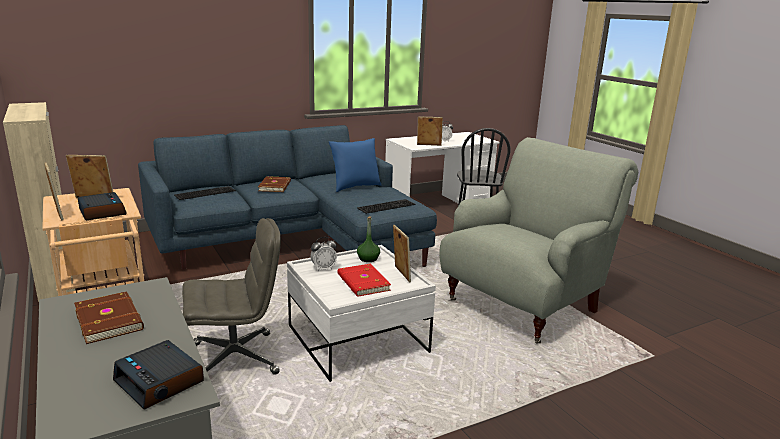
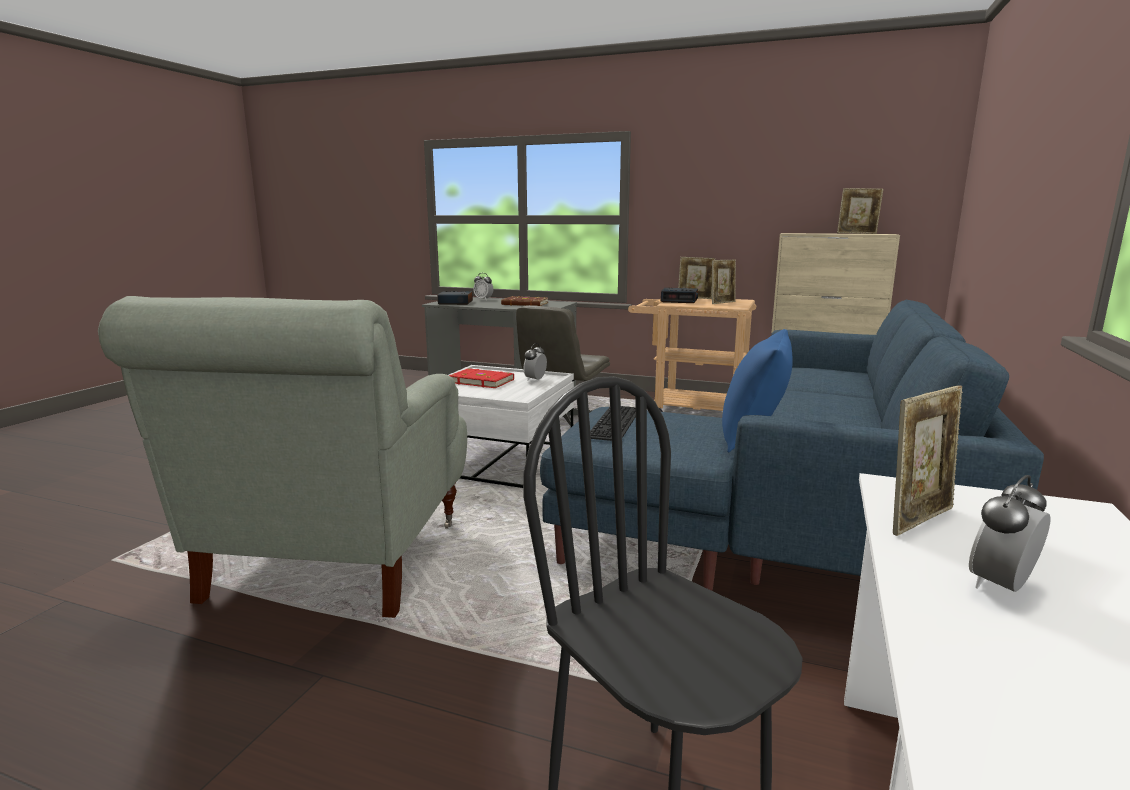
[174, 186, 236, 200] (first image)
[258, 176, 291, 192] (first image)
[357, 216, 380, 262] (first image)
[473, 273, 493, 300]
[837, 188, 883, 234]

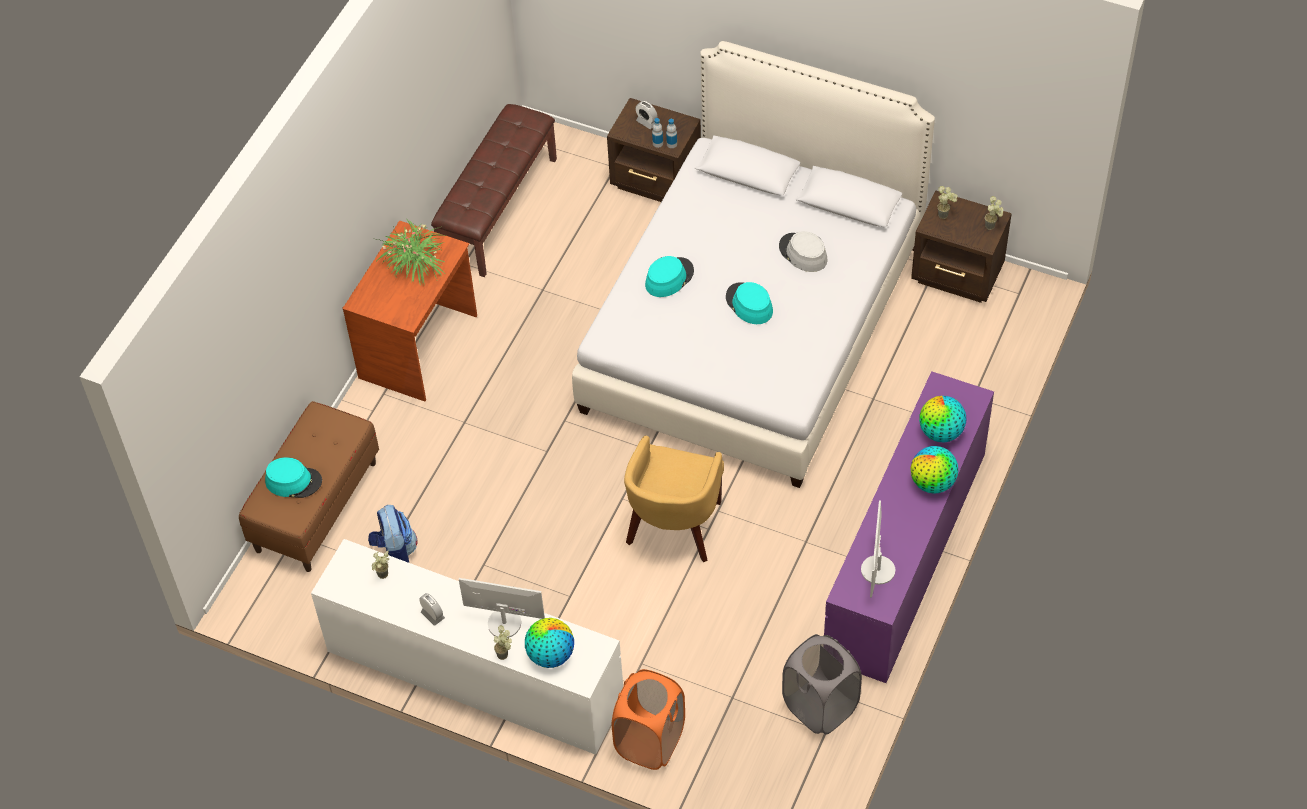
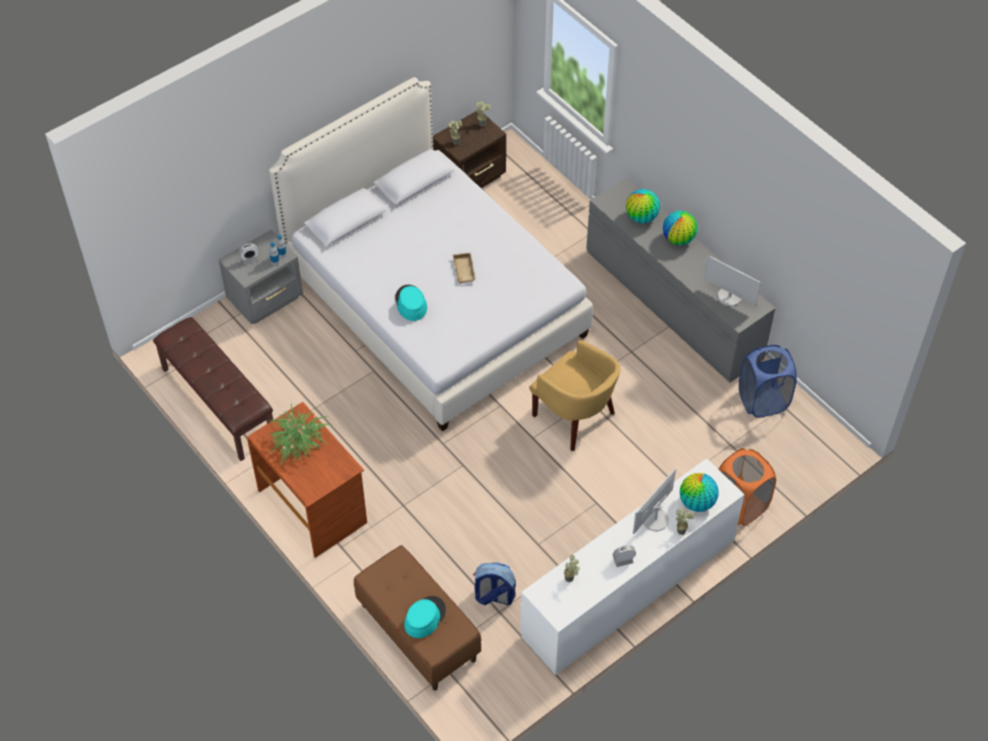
[779, 231, 827, 272] (first image)
[452, 252, 476, 284]
[219, 229, 303, 325]
[739, 345, 797, 418]
[586, 178, 775, 383]

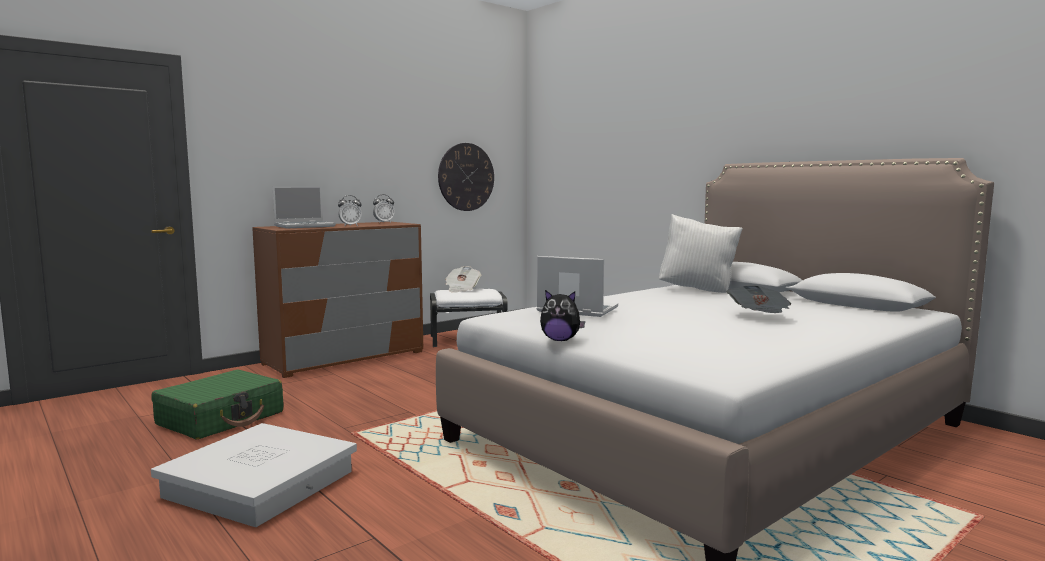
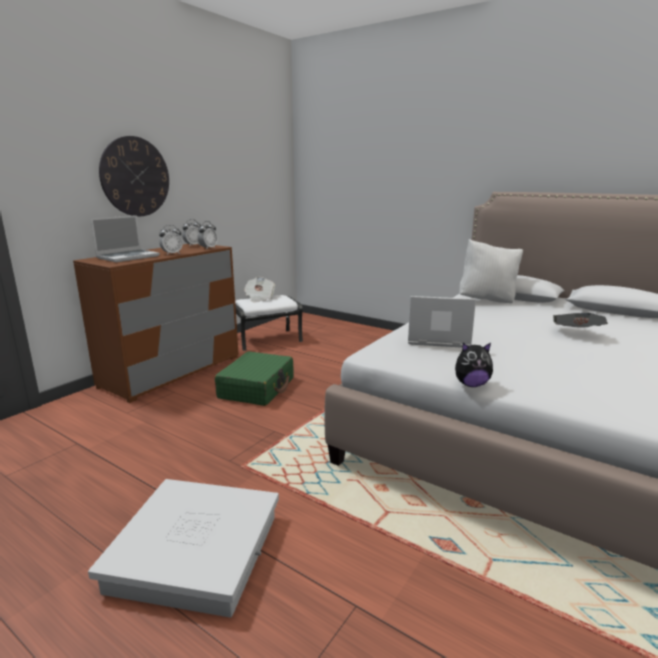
[198, 221, 218, 248]
[215, 351, 294, 406]
[99, 136, 169, 216]

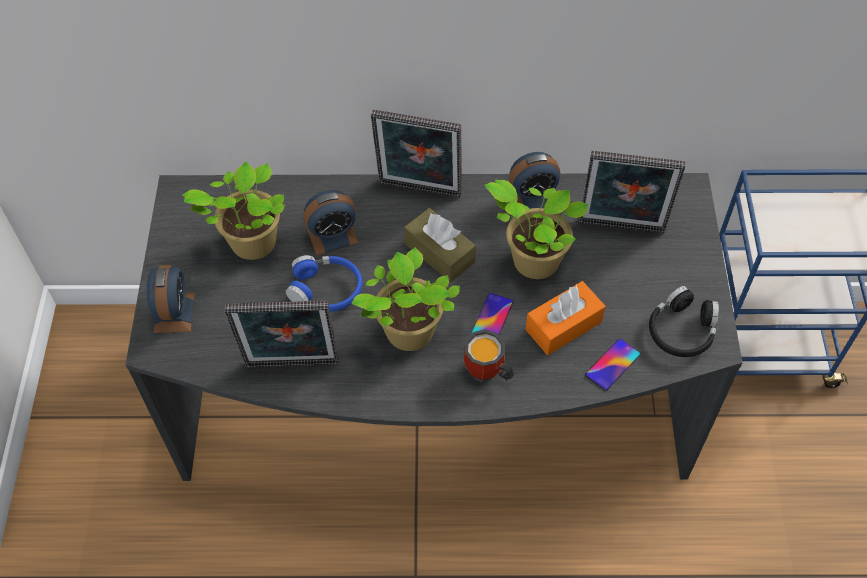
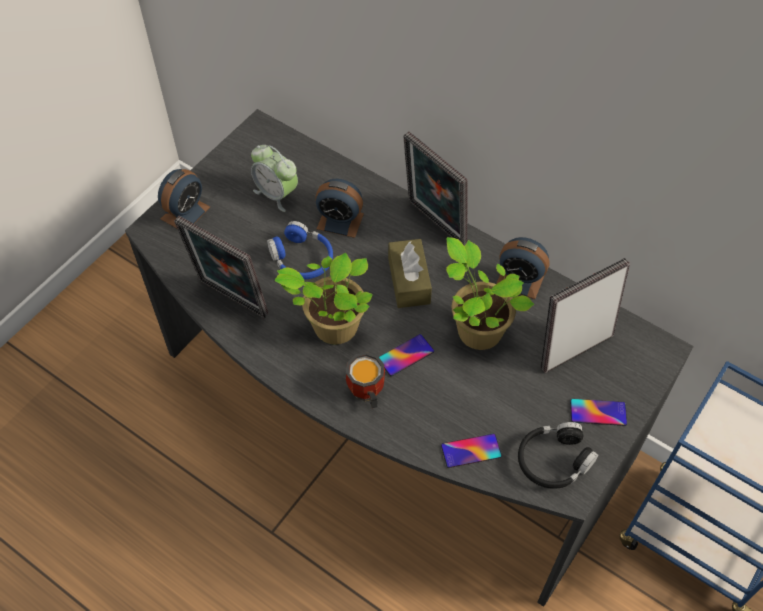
[526, 281, 605, 355] (first image)
[570, 399, 627, 426]
[251, 145, 298, 212]
[540, 258, 630, 373]

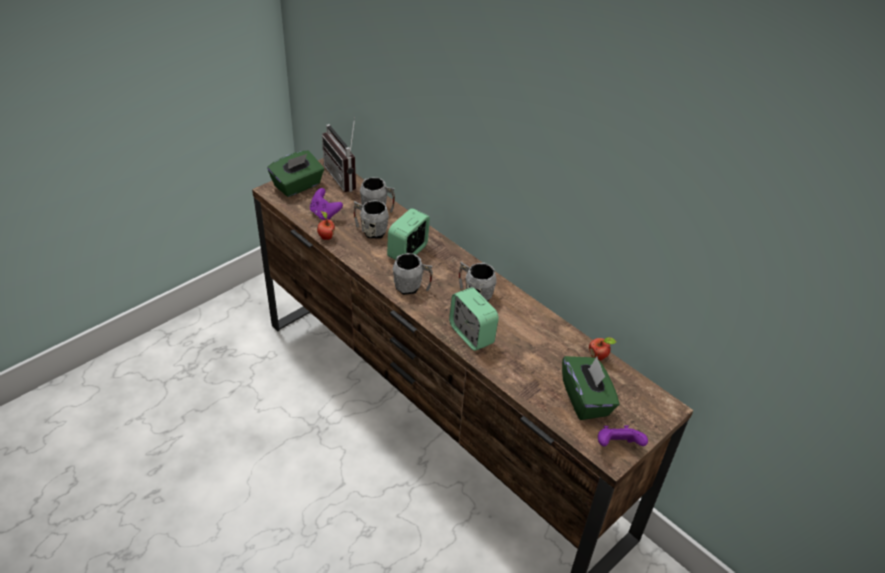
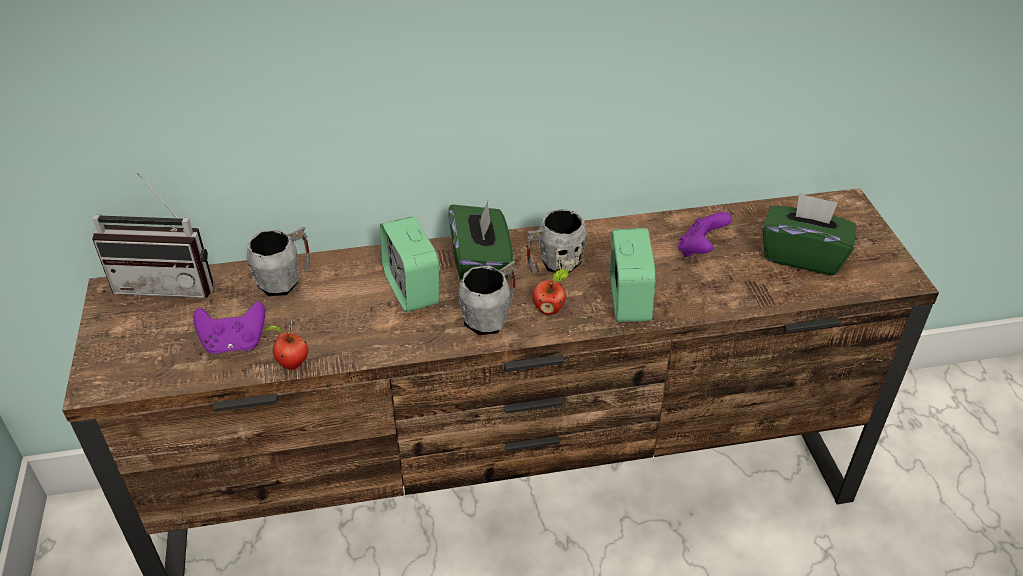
[354, 200, 389, 239] (first image)
[449, 201, 513, 280]
[532, 269, 569, 315]
[678, 212, 732, 257]
[610, 228, 655, 322]

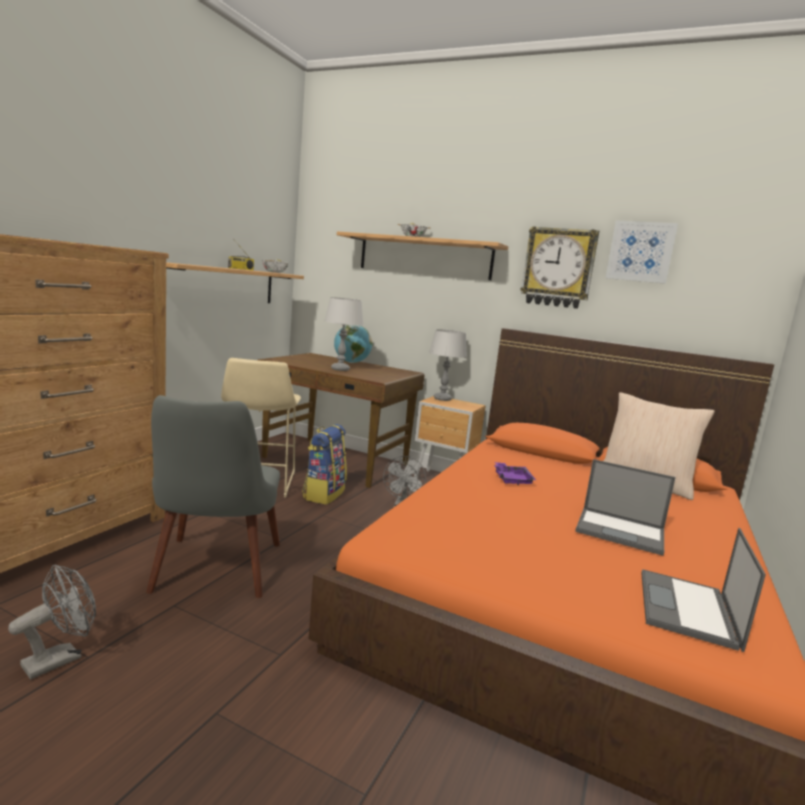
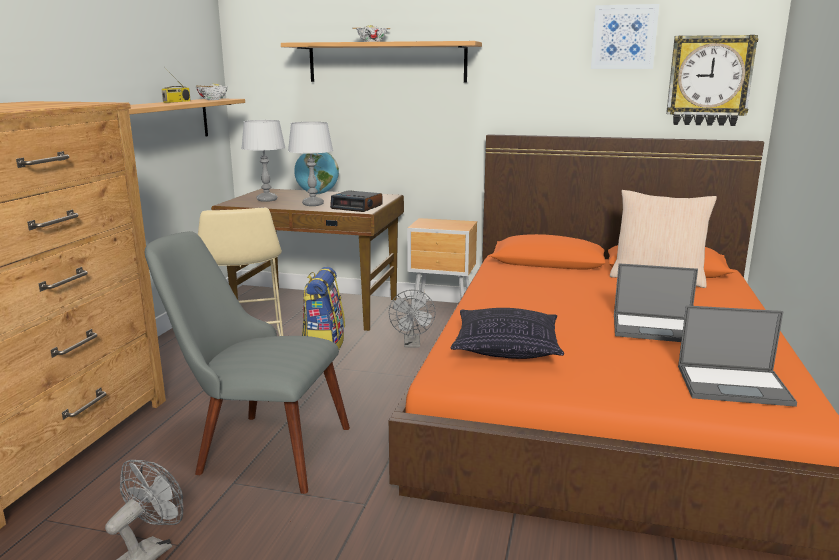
[494, 462, 536, 485] (first image)
[330, 190, 382, 212]
[450, 308, 564, 359]
[241, 120, 286, 202]
[666, 35, 759, 126]
[145, 231, 350, 494]
[678, 305, 797, 407]

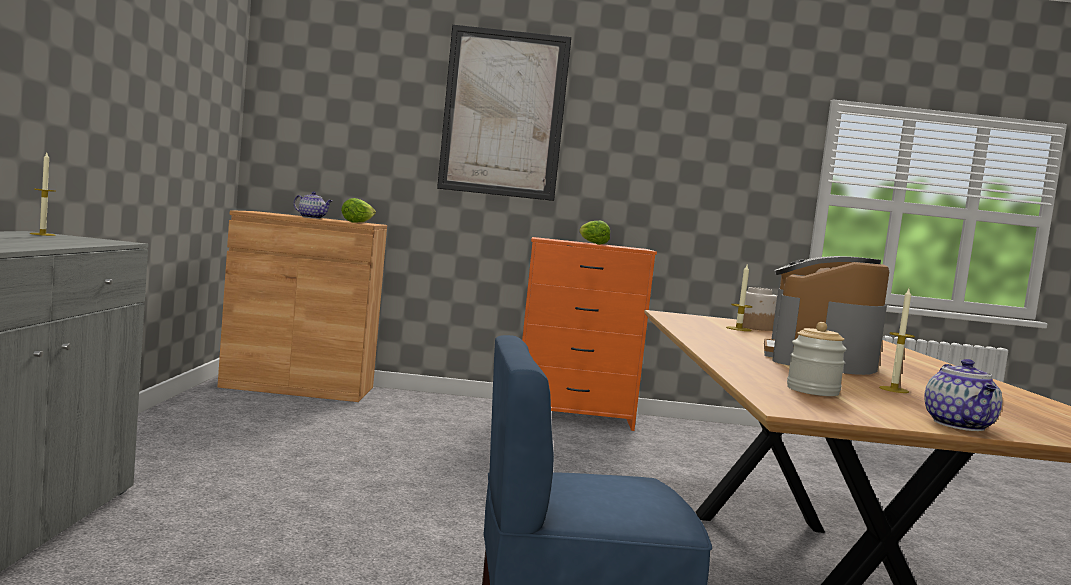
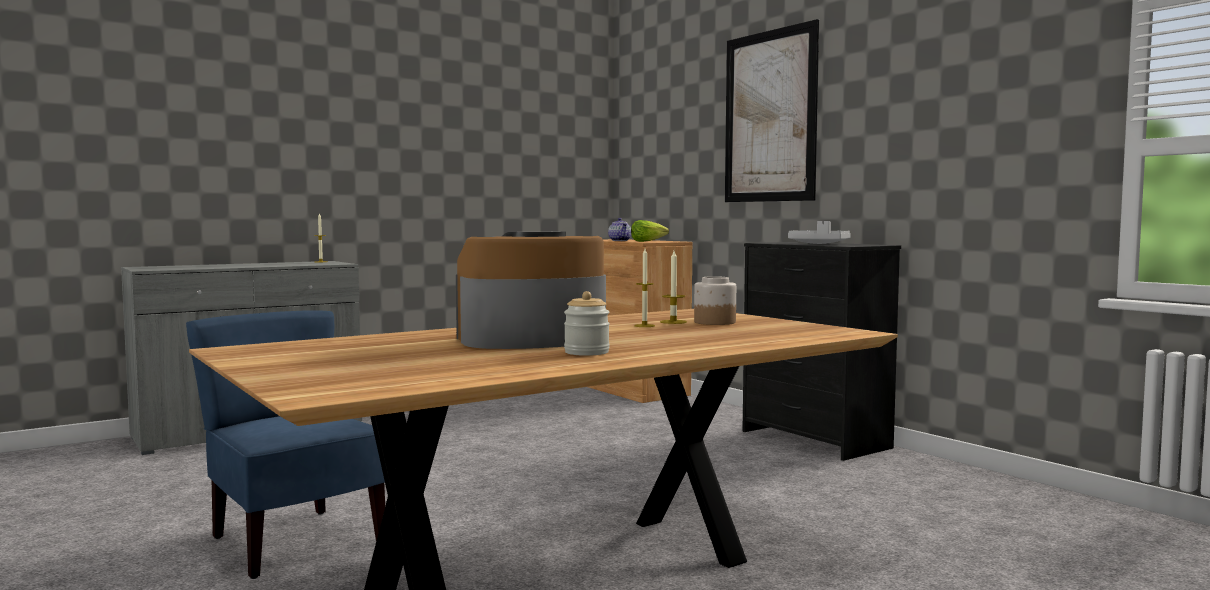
[924, 359, 1002, 431] (first image)
[564, 291, 610, 356]
[634, 249, 655, 327]
[788, 221, 851, 244]
[742, 242, 901, 461]

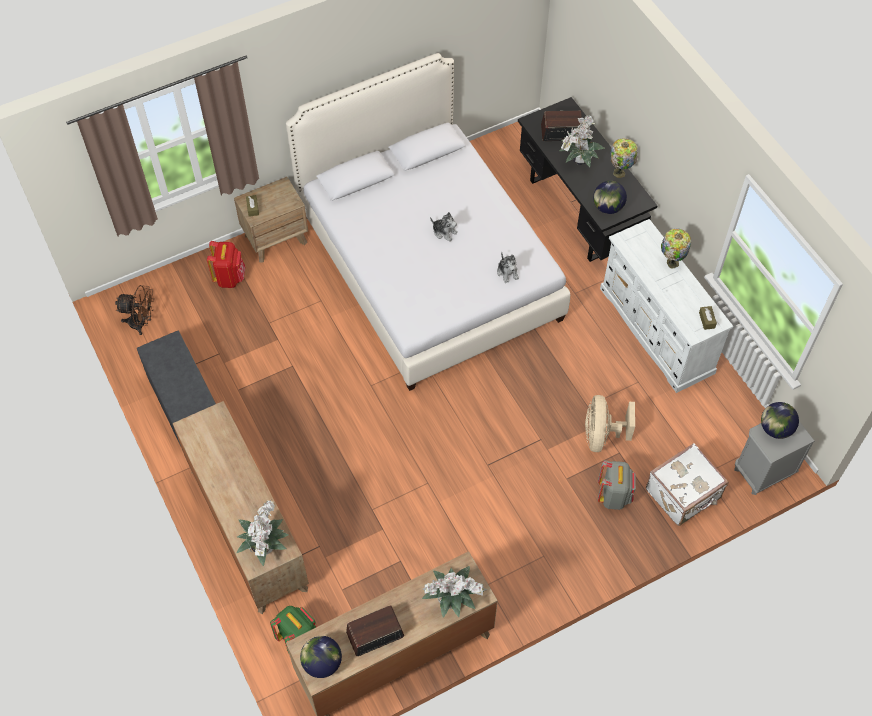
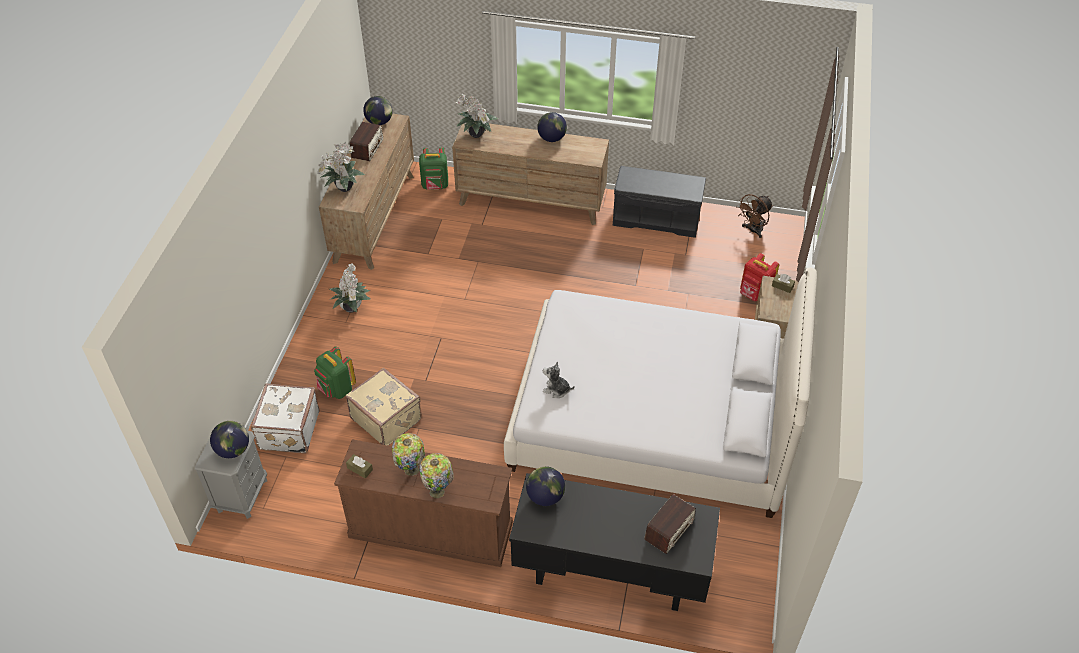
[430, 212, 458, 242] (first image)
[537, 112, 567, 142]
[329, 263, 371, 313]
[392, 433, 425, 476]
[346, 368, 422, 446]
[314, 346, 356, 399]
[334, 439, 513, 567]

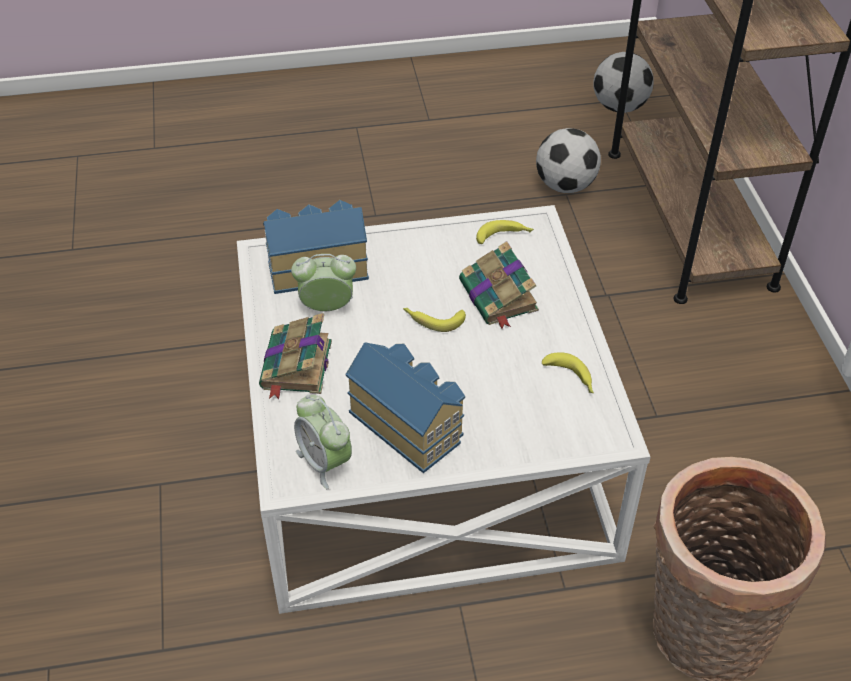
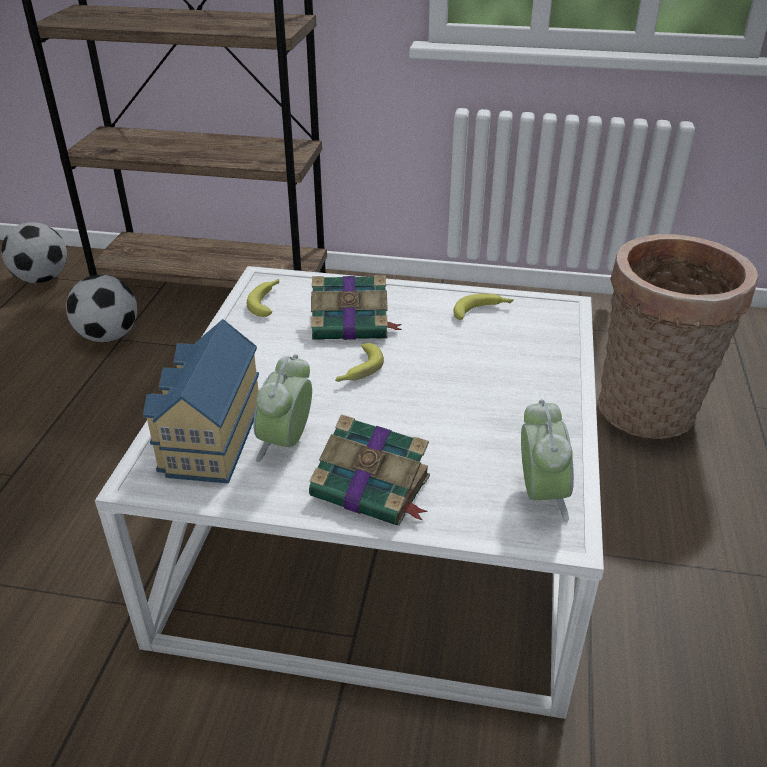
[345, 342, 465, 473] (first image)
[521, 400, 574, 522]

